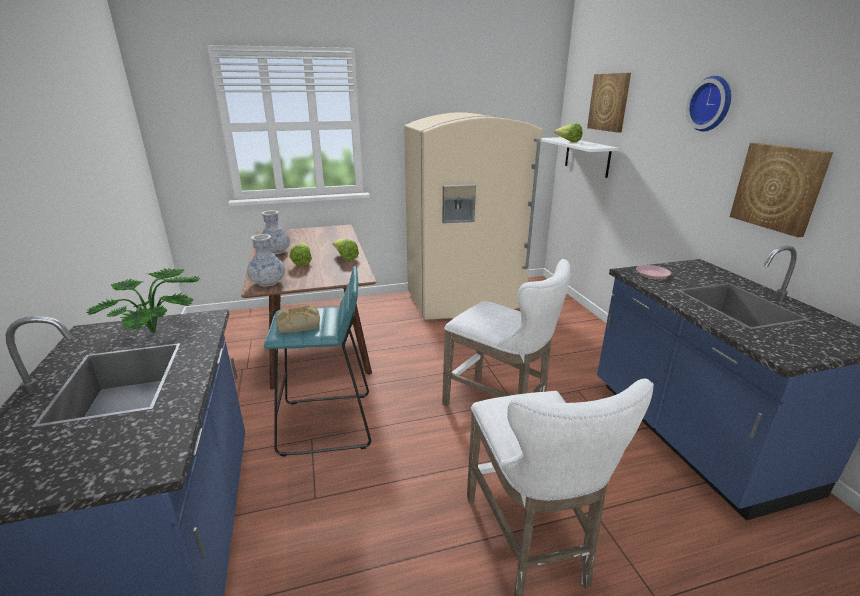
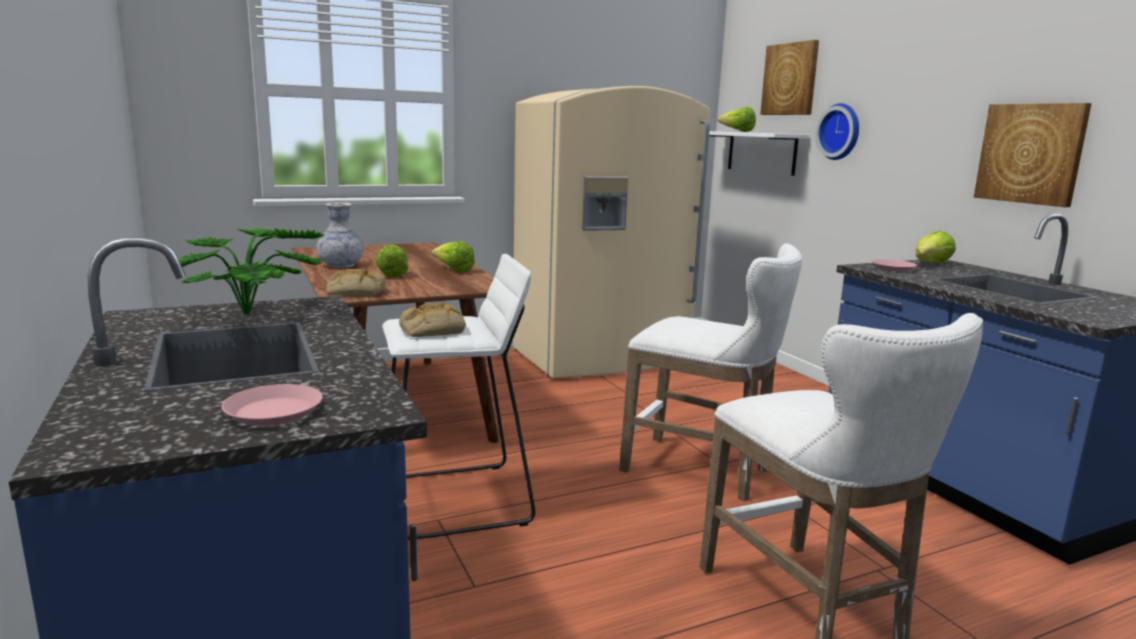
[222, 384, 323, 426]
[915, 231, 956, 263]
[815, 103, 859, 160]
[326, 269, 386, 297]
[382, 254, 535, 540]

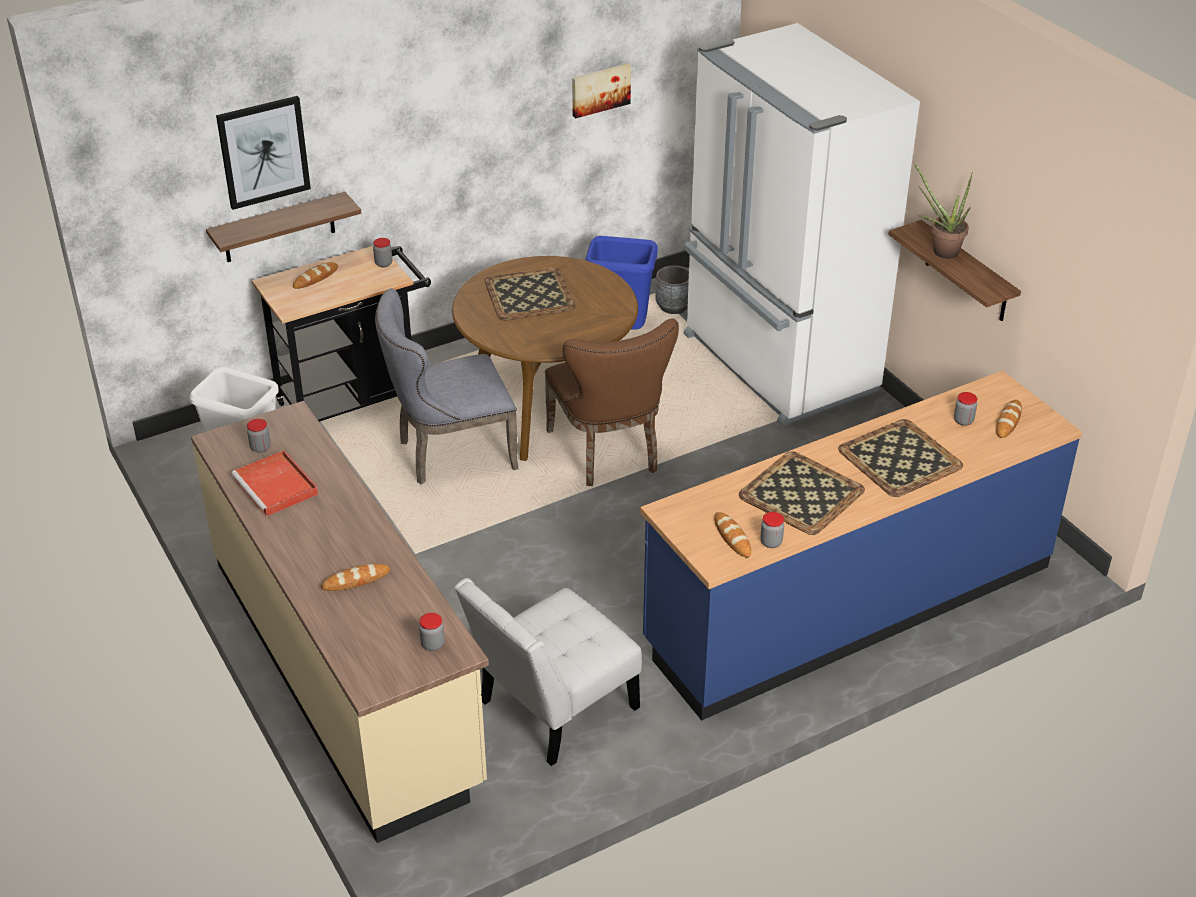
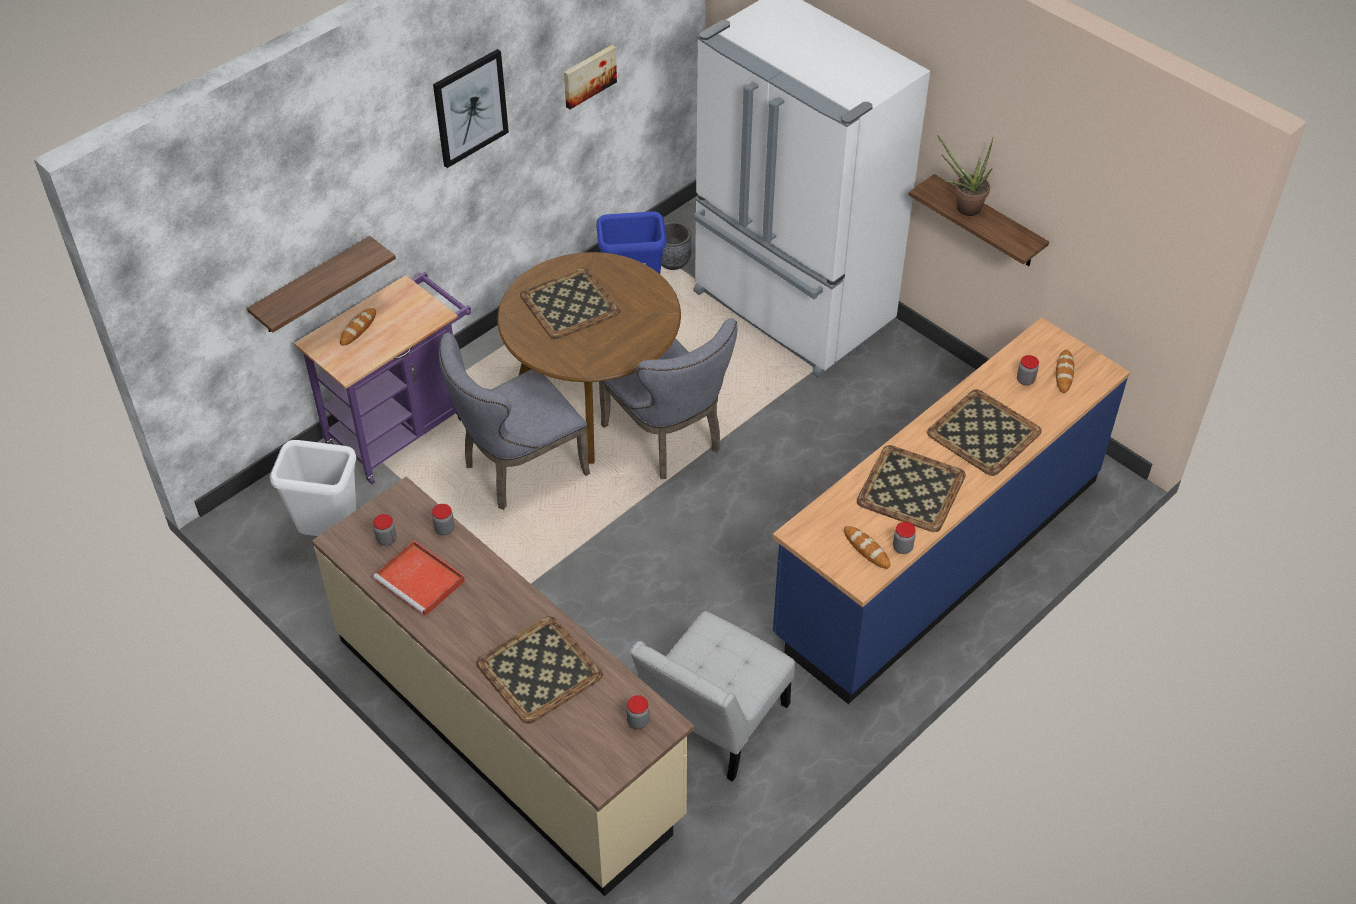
[433, 49, 509, 168]
[432, 504, 454, 535]
[476, 616, 603, 724]
[294, 272, 471, 484]
[599, 318, 737, 479]

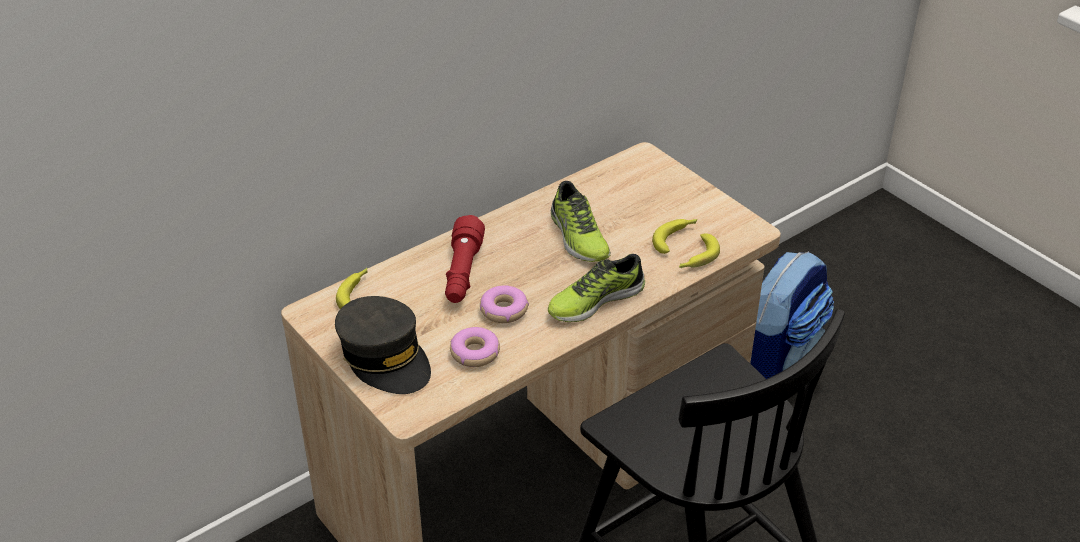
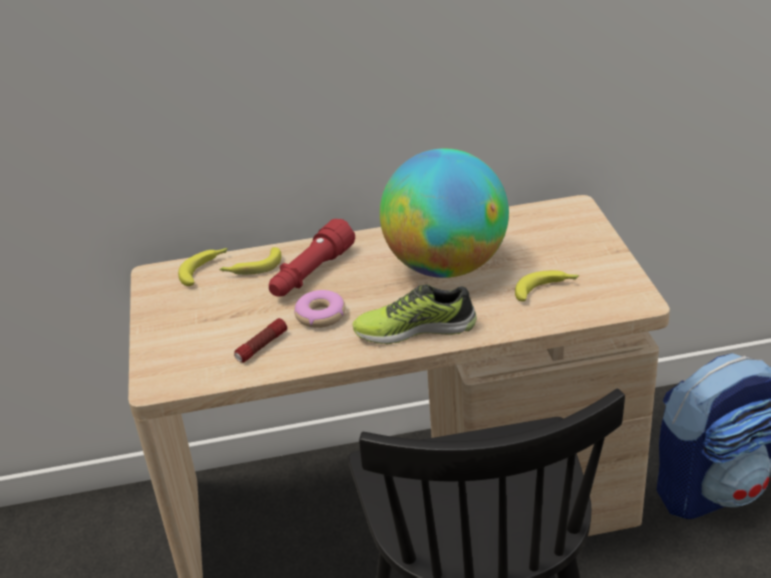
[335, 296, 431, 394] (first image)
[219, 247, 282, 275]
[234, 318, 287, 363]
[380, 148, 509, 278]

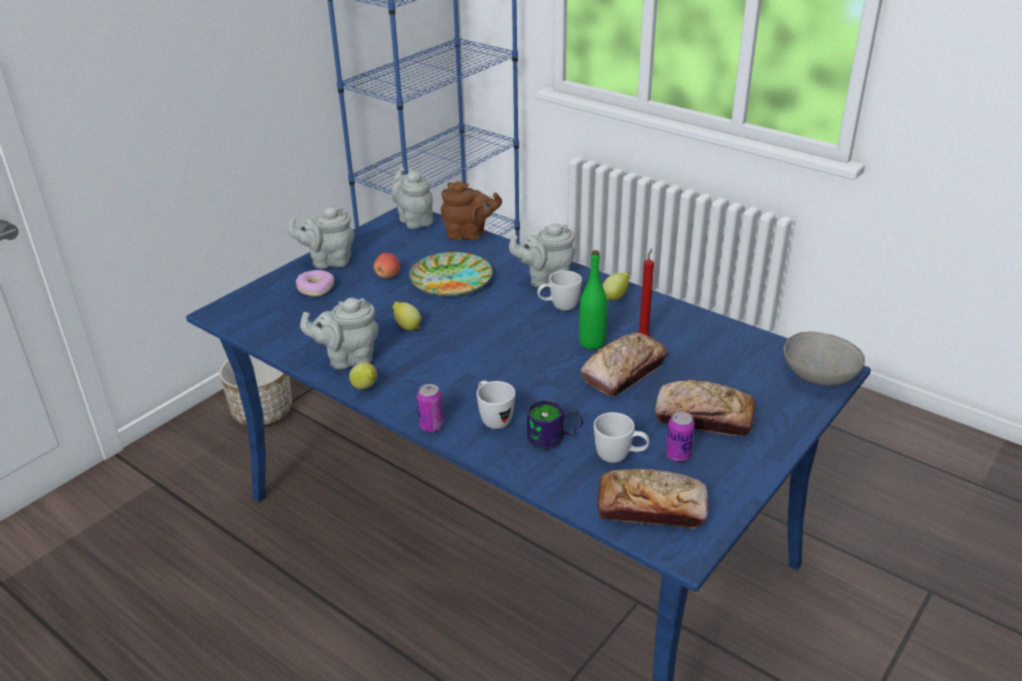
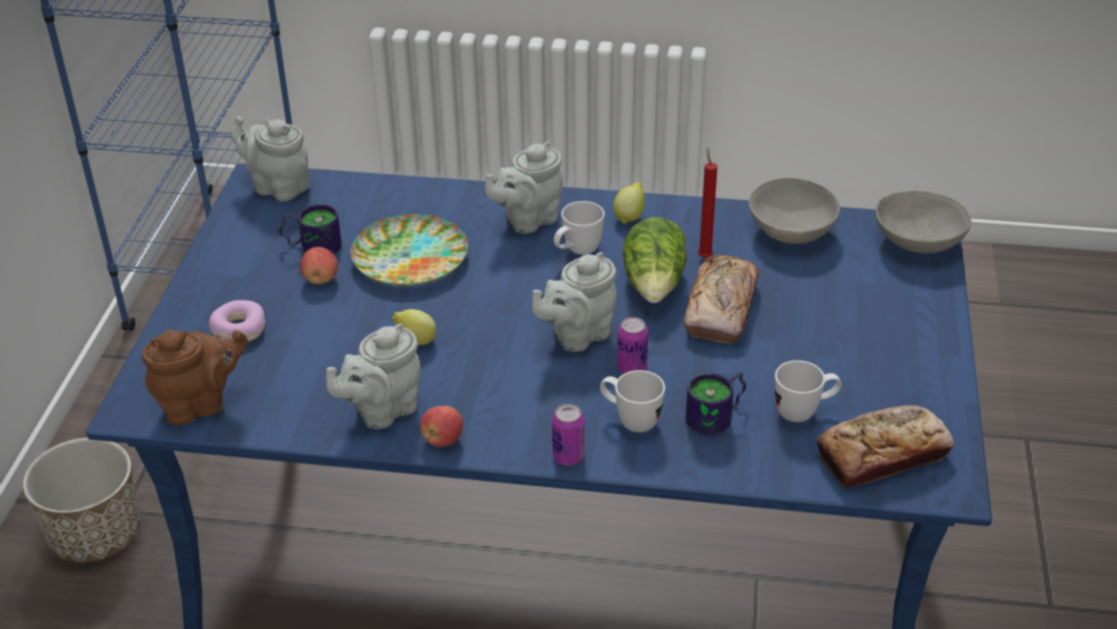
[655, 380, 756, 436] (first image)
[278, 204, 342, 254]
[749, 178, 840, 244]
[532, 252, 617, 352]
[142, 330, 248, 425]
[617, 317, 648, 374]
[420, 406, 463, 447]
[623, 217, 687, 303]

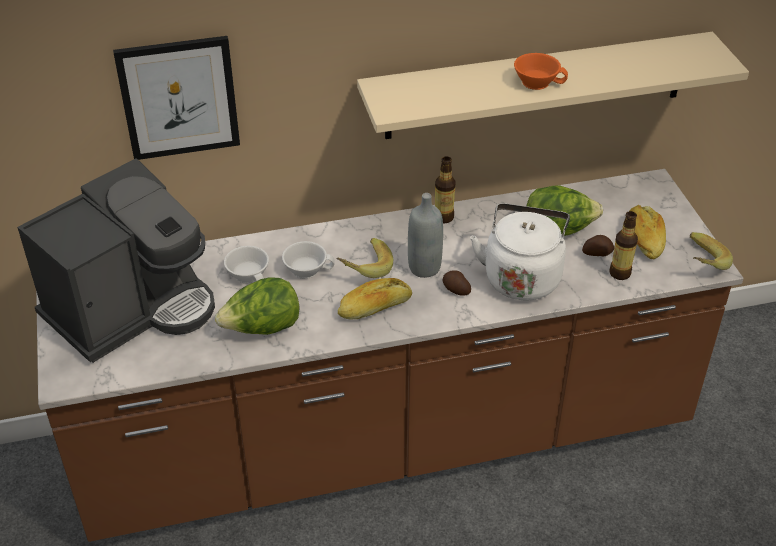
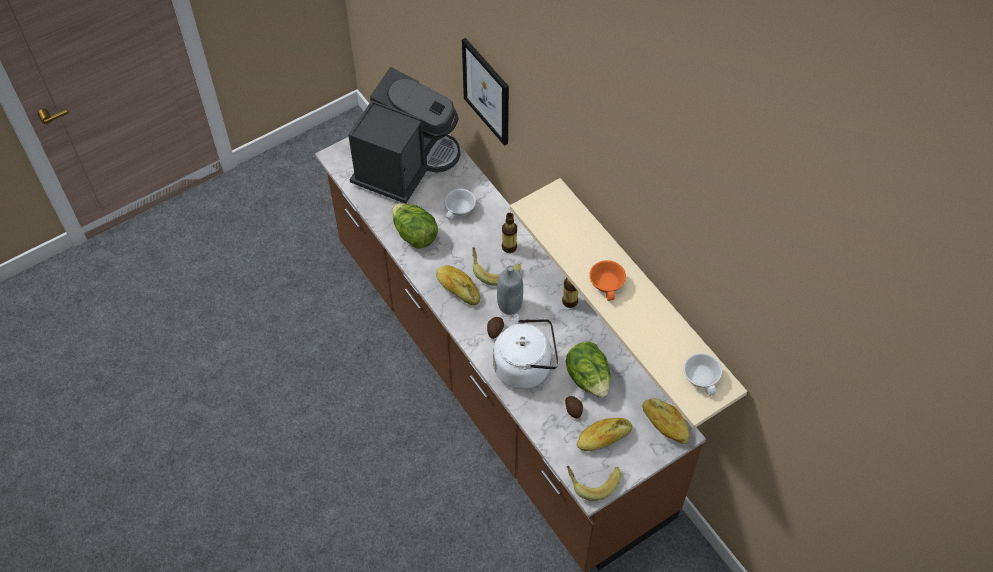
[642, 398, 690, 444]
[684, 353, 722, 396]
[502, 213, 517, 253]
[348, 67, 460, 204]

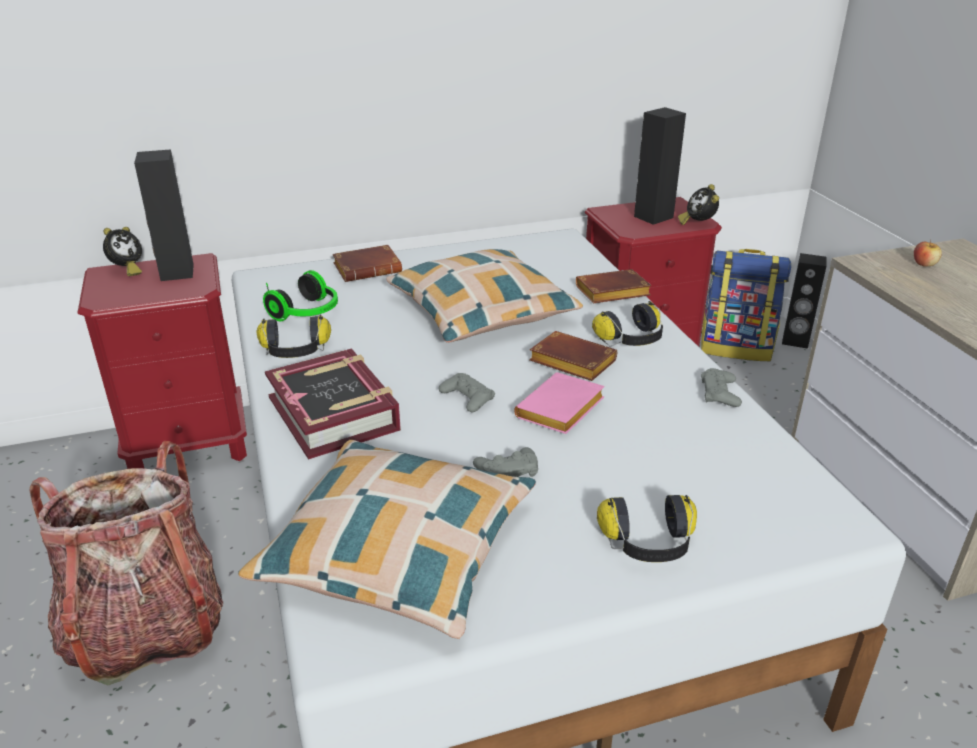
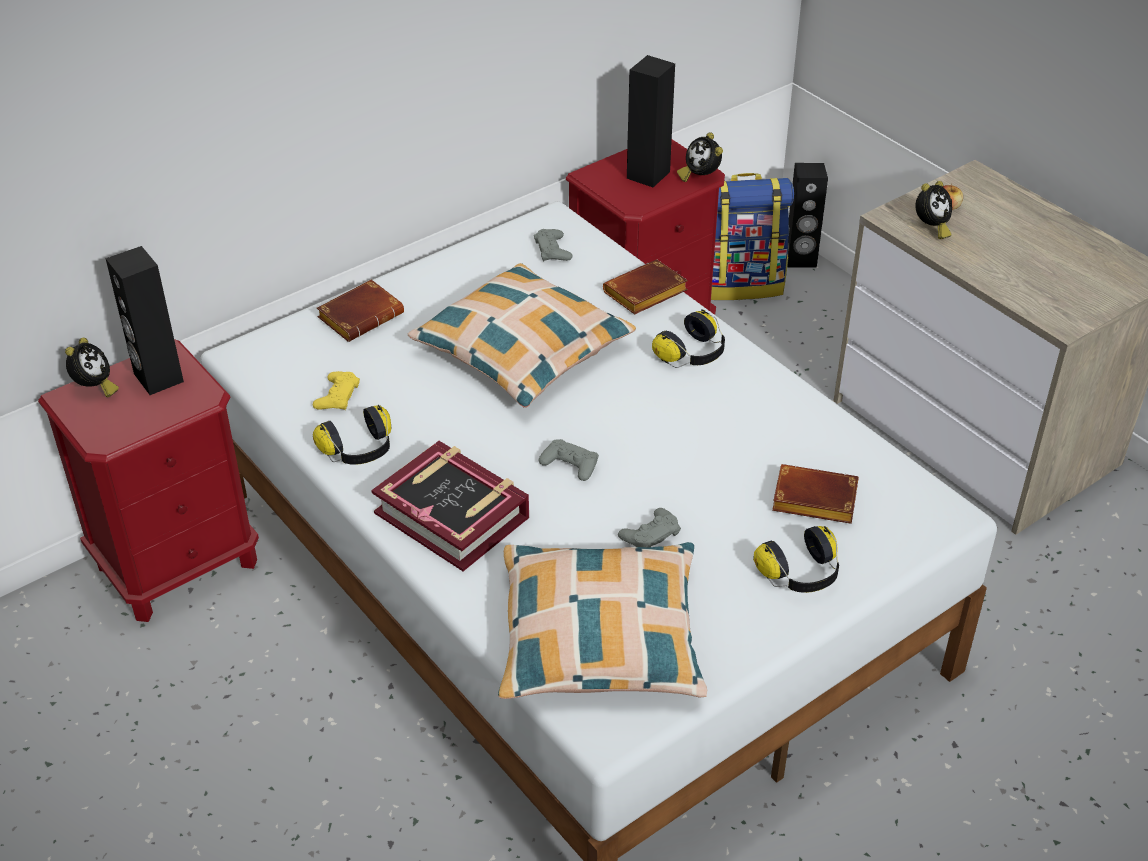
[29, 441, 223, 685] (first image)
[514, 372, 605, 434] (first image)
[915, 181, 952, 239]
[772, 464, 859, 524]
[534, 229, 573, 261]
[313, 371, 360, 410]

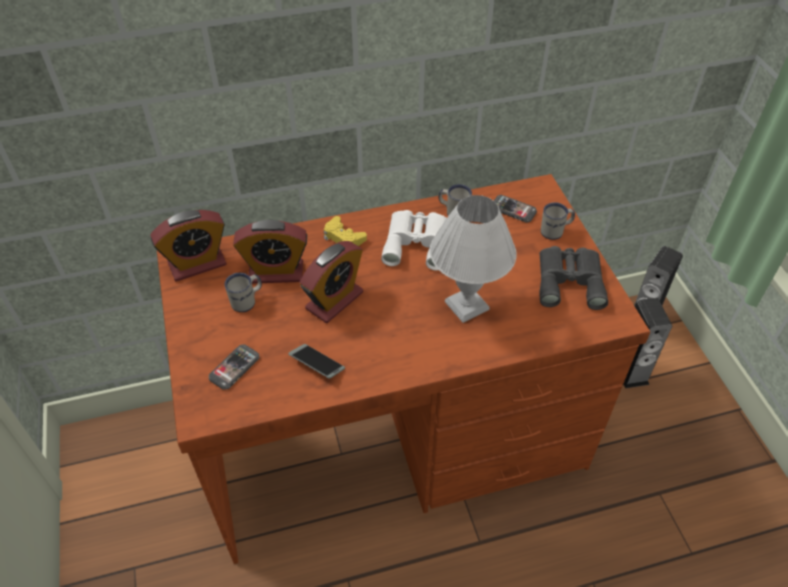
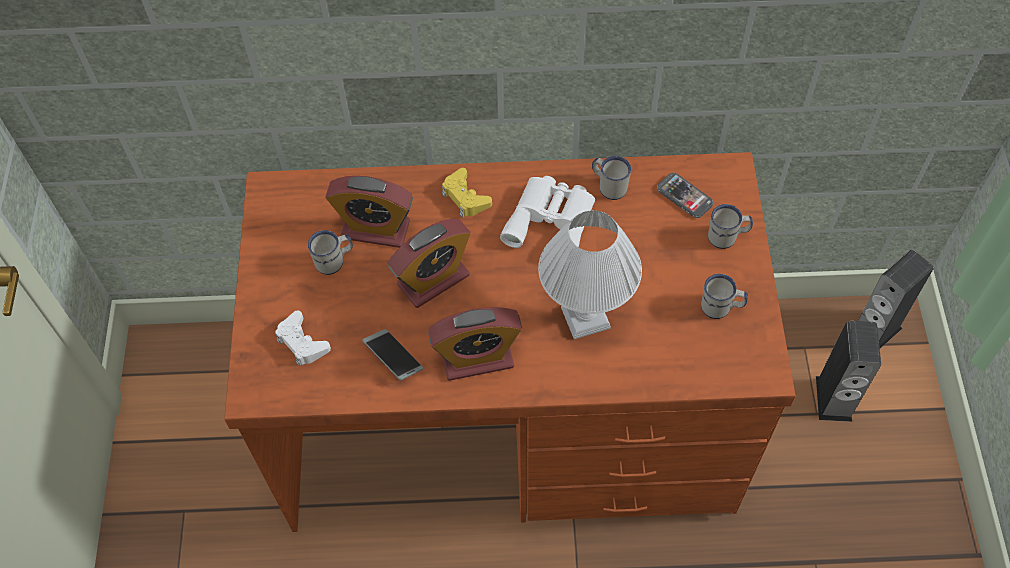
[428, 307, 522, 381]
[275, 310, 331, 366]
[701, 274, 748, 319]

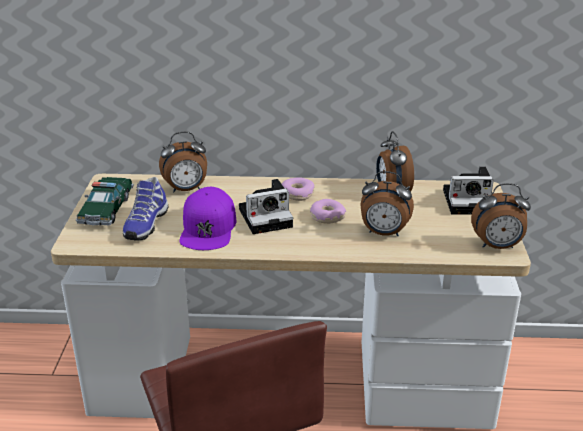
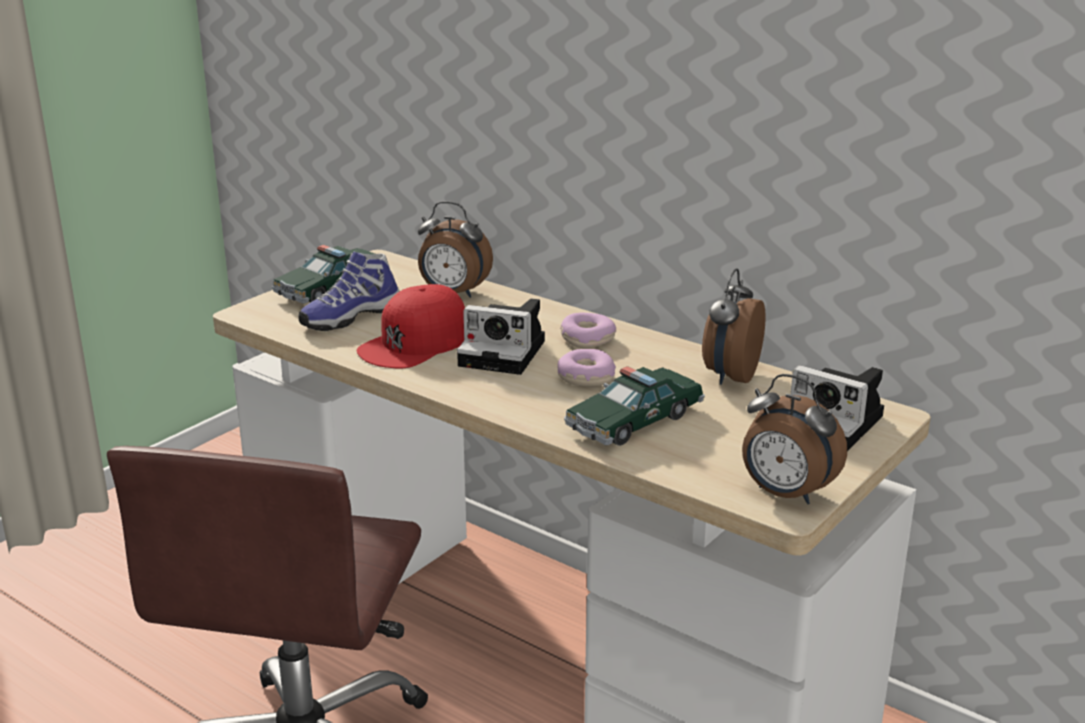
[564, 366, 705, 446]
[357, 284, 465, 369]

